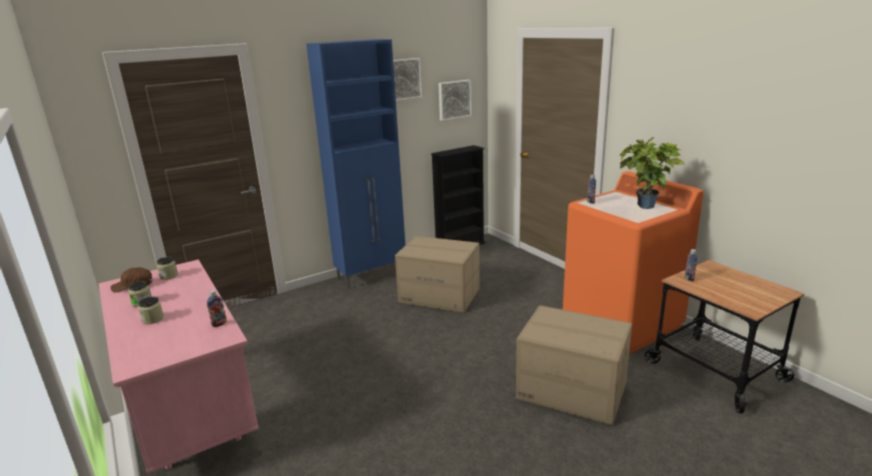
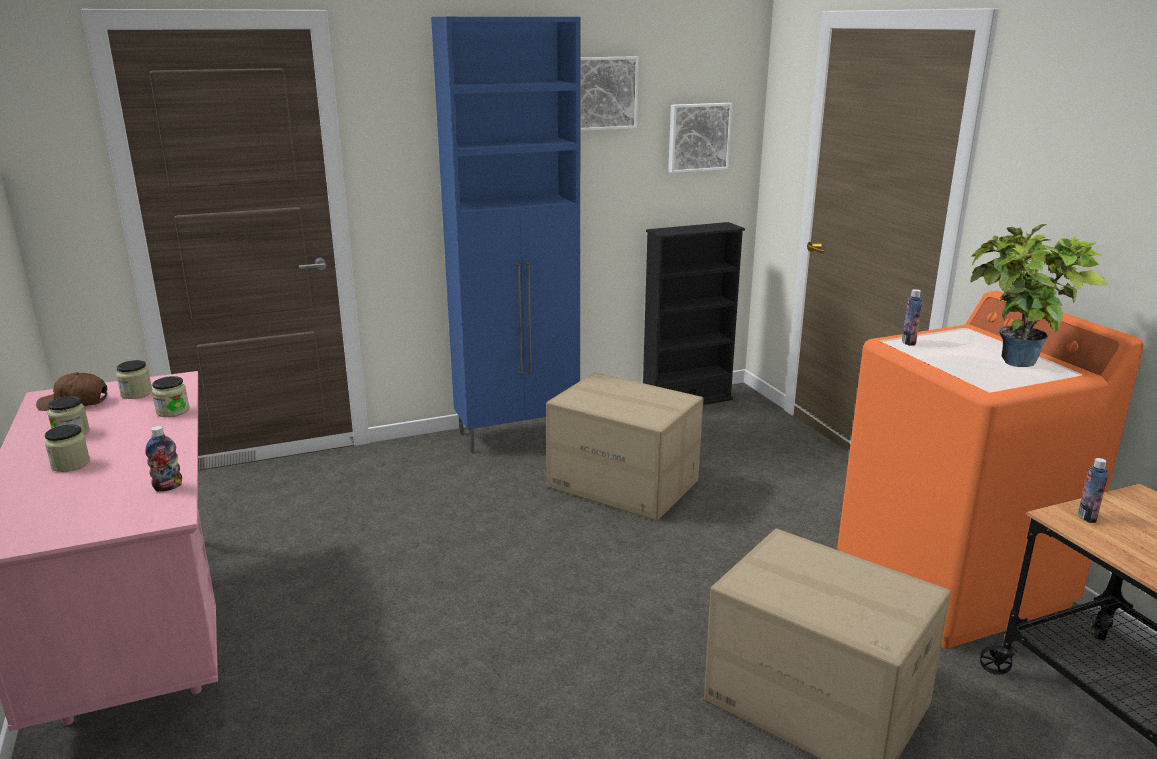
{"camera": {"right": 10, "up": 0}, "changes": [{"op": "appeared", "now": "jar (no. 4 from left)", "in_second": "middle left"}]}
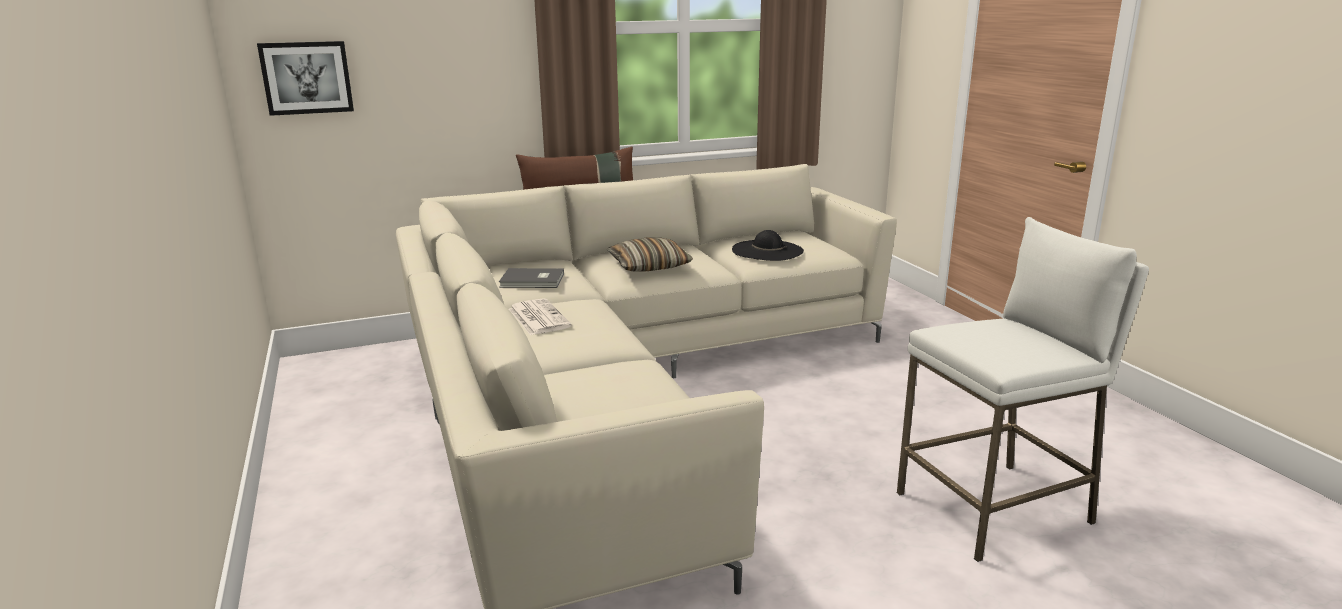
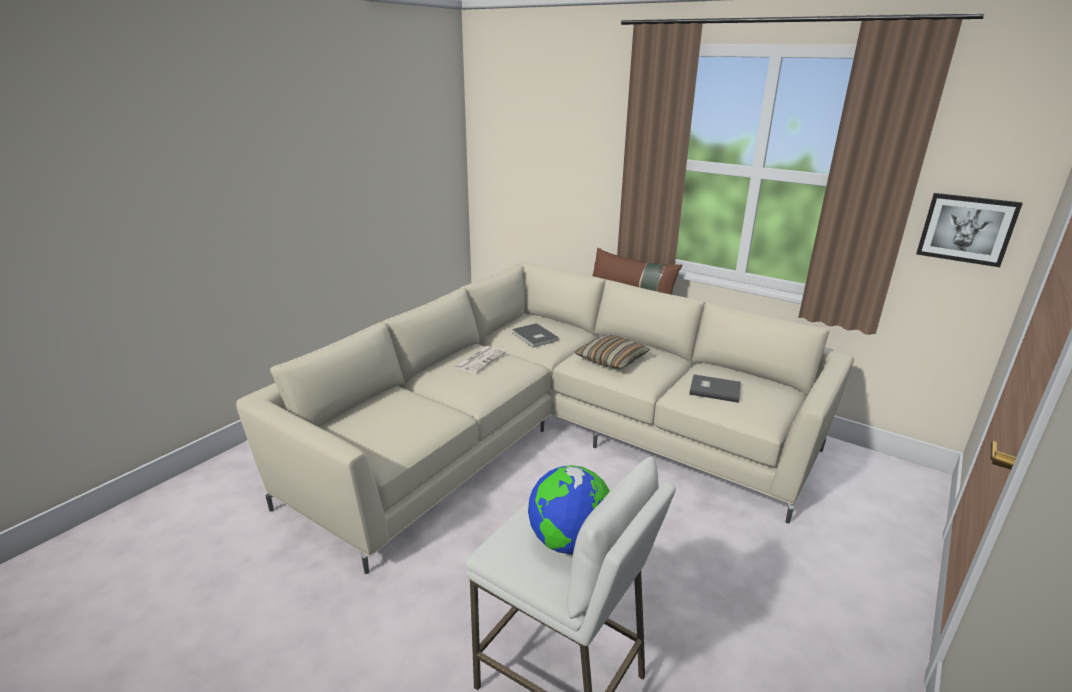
{"camera": {"right": 55, "up": 5}, "changes": [{"op": "relocated", "was": "wall art", "in_first": "top left", "in_second": "top right"}, {"op": "exchanged", "was": "clothing hat (blackish)", "now": "volume (grey) (no. 2 from left)", "in_first": "centre", "in_second": "middle right"}, {"op": "appeared", "now": "world globe", "in_second": "bottom centre"}]}
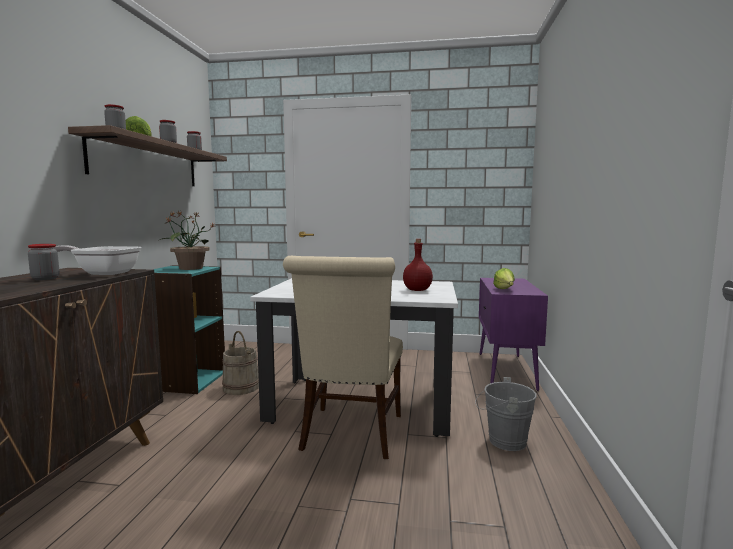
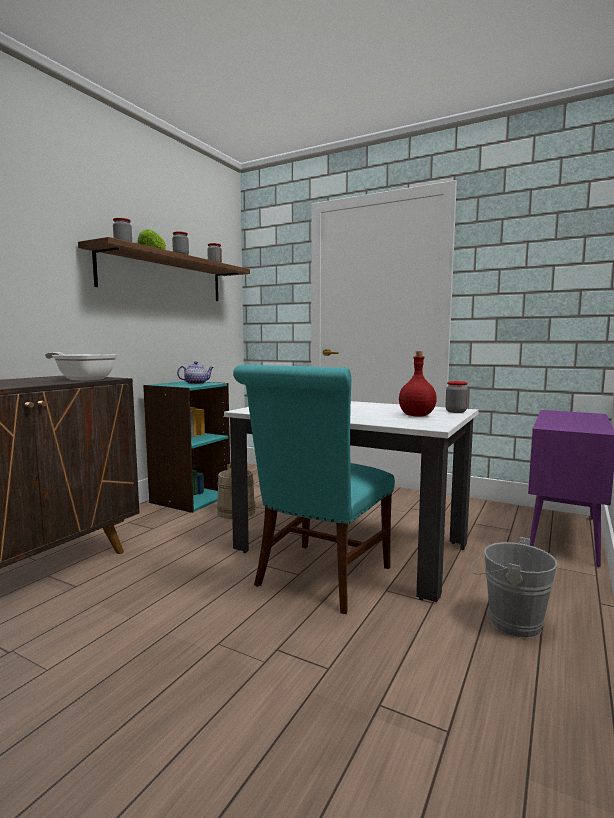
{"camera": {"right": 20, "up": 0}, "changes": [{"op": "relocated", "was": "jar (no. 1 from left in the first image)", "now": "jar (no. 4 from left)", "in_first": "middle left", "in_second": "middle right"}, {"op": "exchanged", "was": "plant in a pot", "now": "tea pot", "in_first": "middle left", "in_second": "middle left"}, {"op": "colour", "was": "upright chair (beige-coloured)", "now": "upright chair (blue-green)", "in_first": "centre", "in_second": "centre"}, {"op": "missing", "was": "lettuce (no. 2 from left)", "in_first": "middle right"}]}
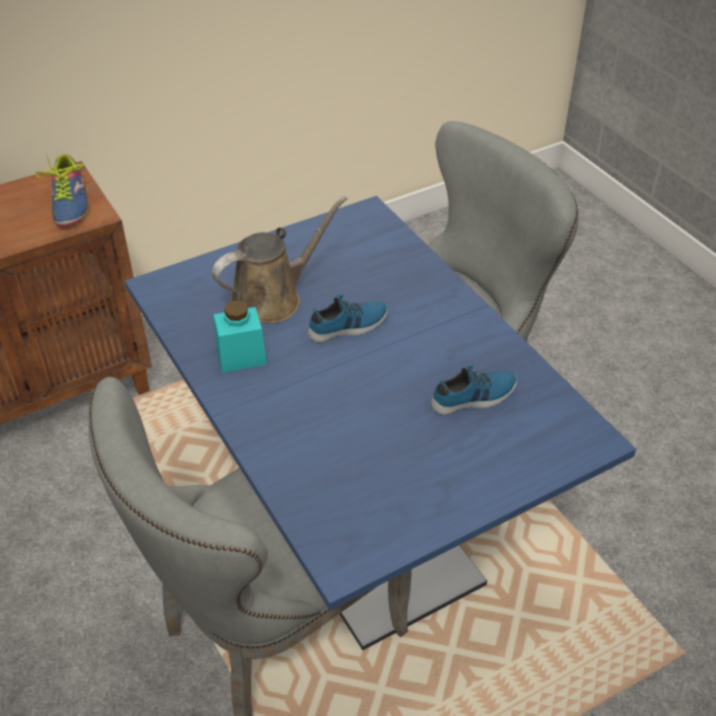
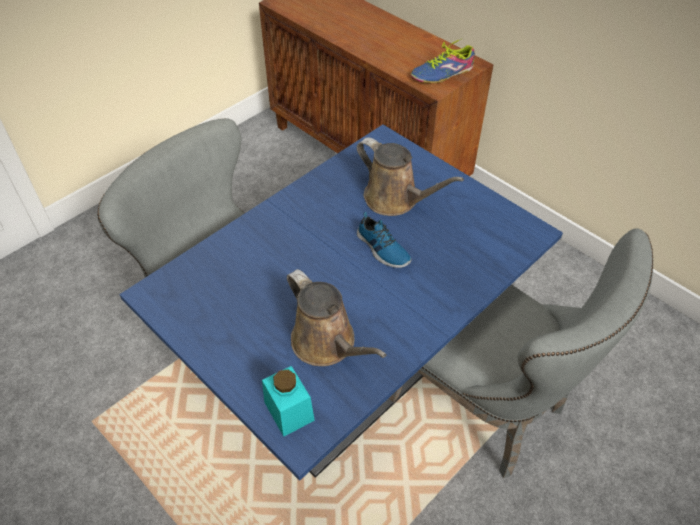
{"camera": {"right": 75, "up": 5}, "changes": [{"op": "relocated", "was": "jar (blue-green)", "in_first": "centre", "in_second": "bottom centre"}, {"op": "exchanged", "was": "low shoe (no. 3 from left)", "now": "watering can (brown-coloured) (no. 1 from left)", "in_first": "centre", "in_second": "centre"}]}
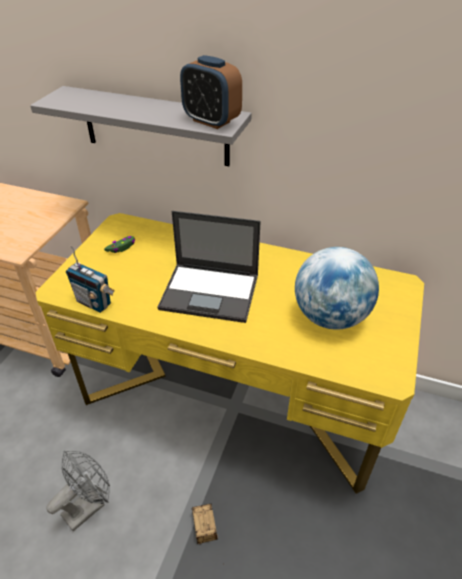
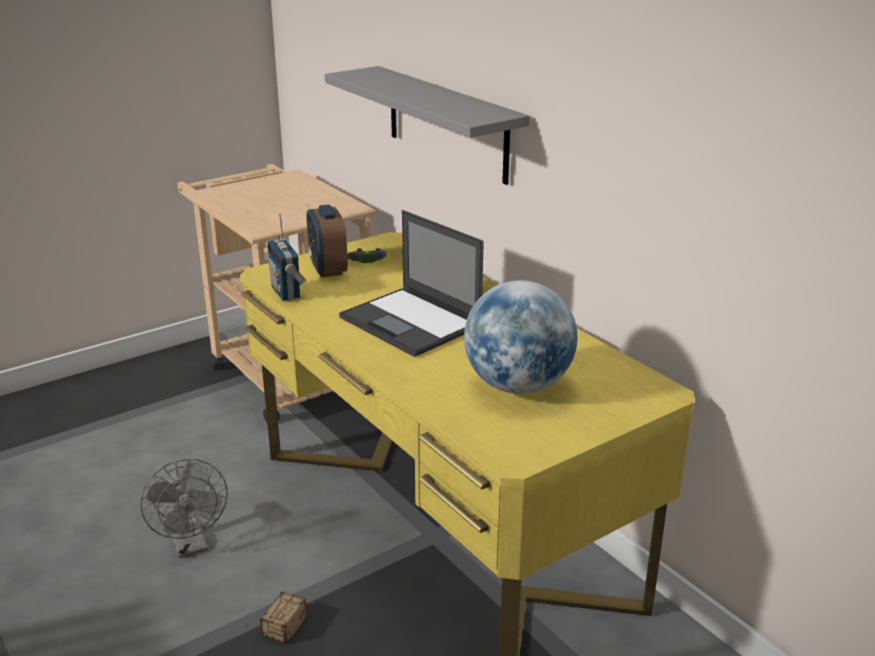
{"camera": {"right": 35, "up": -15}, "changes": [{"op": "spun", "was": "cooling fan (grey)", "in_first": "bottom left", "in_second": "bottom left", "clockwise": 75}, {"op": "relocated", "was": "table clock", "in_first": "top centre", "in_second": "centre"}]}
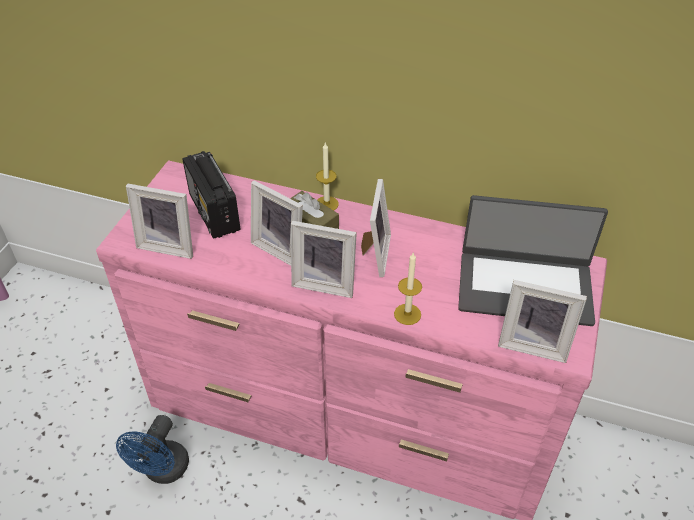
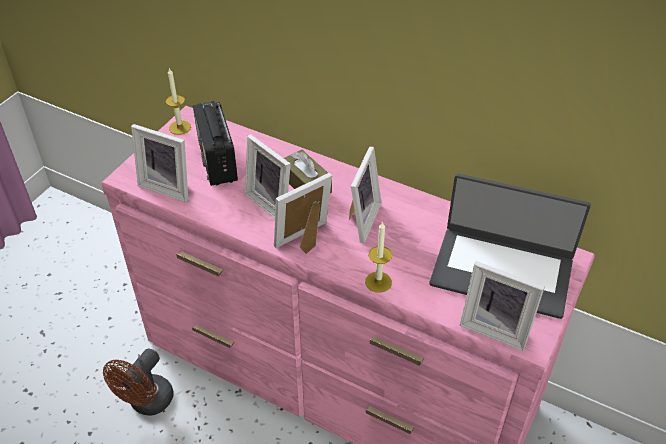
{"camera": {"right": 10, "up": 0}, "changes": [{"op": "colour", "was": "cooling fan (blue)", "now": "cooling fan (brown-coloured)", "in_first": "bottom left", "in_second": "bottom left"}, {"op": "spun", "was": "picture frame (no. 3 from left)", "in_first": "centre", "in_second": "centre", "clockwise": 120}, {"op": "relocated", "was": "wax light (no. 1 from left)", "in_first": "centre", "in_second": "top left"}]}
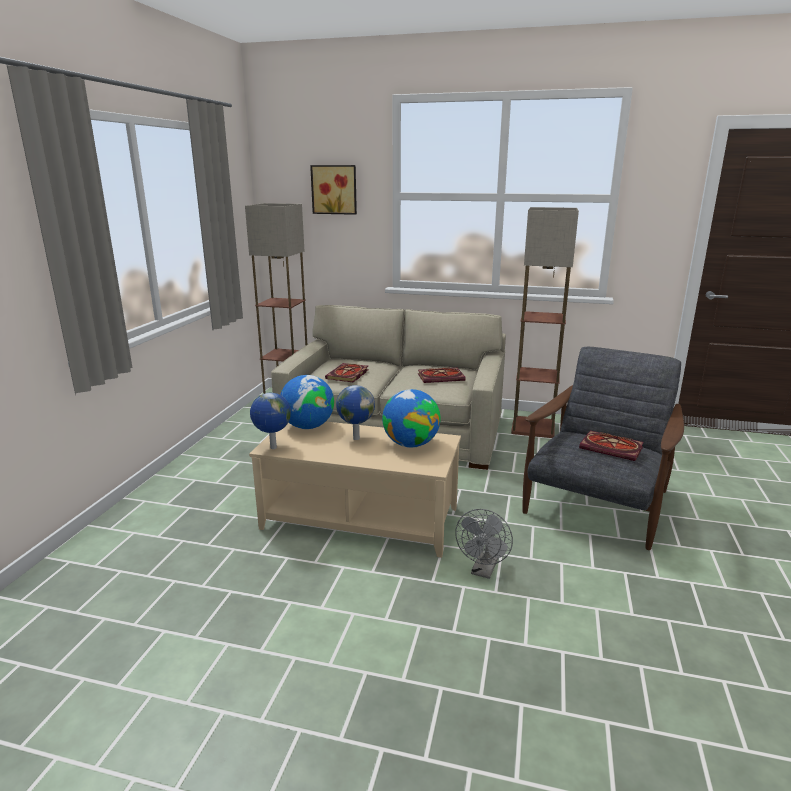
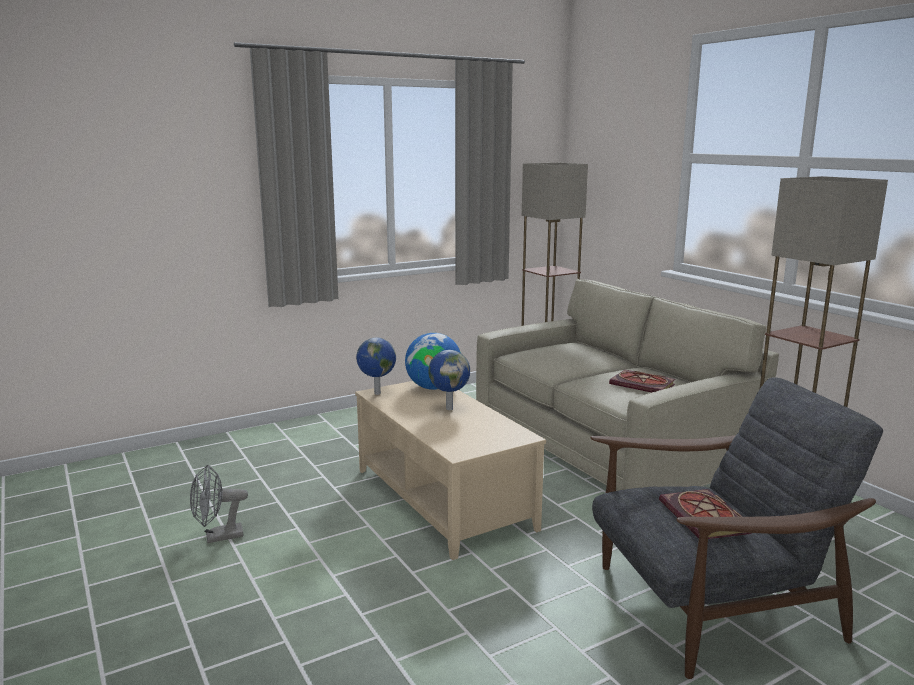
{"camera": {"right": 45, "up": -5}, "changes": [{"op": "missing", "was": "wall art", "in_first": "top centre"}, {"op": "missing", "was": "volume (no. 1 from left)", "in_first": "centre"}, {"op": "missing", "was": "world globe (no. 4 from left)", "in_first": "centre"}, {"op": "relocated", "was": "cooling fan (grey)", "in_first": "bottom centre", "in_second": "bottom left"}]}
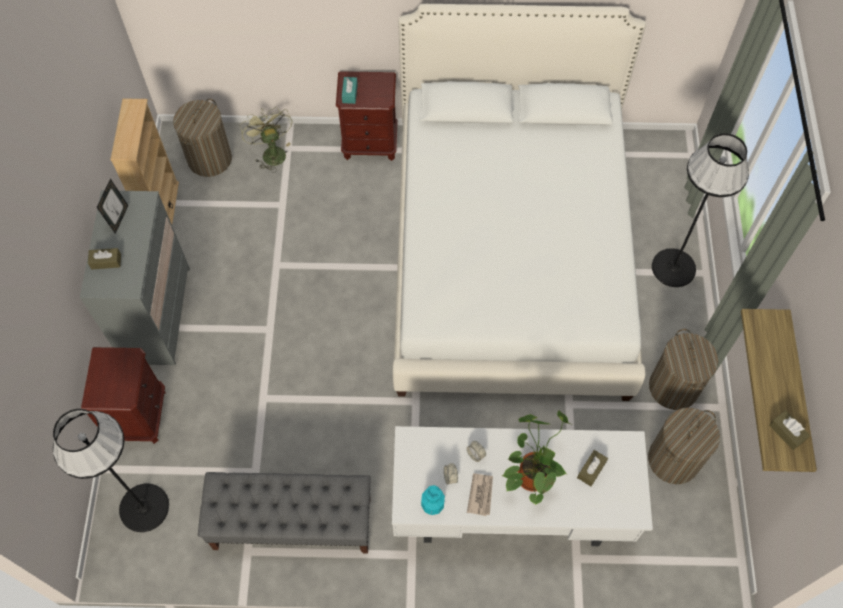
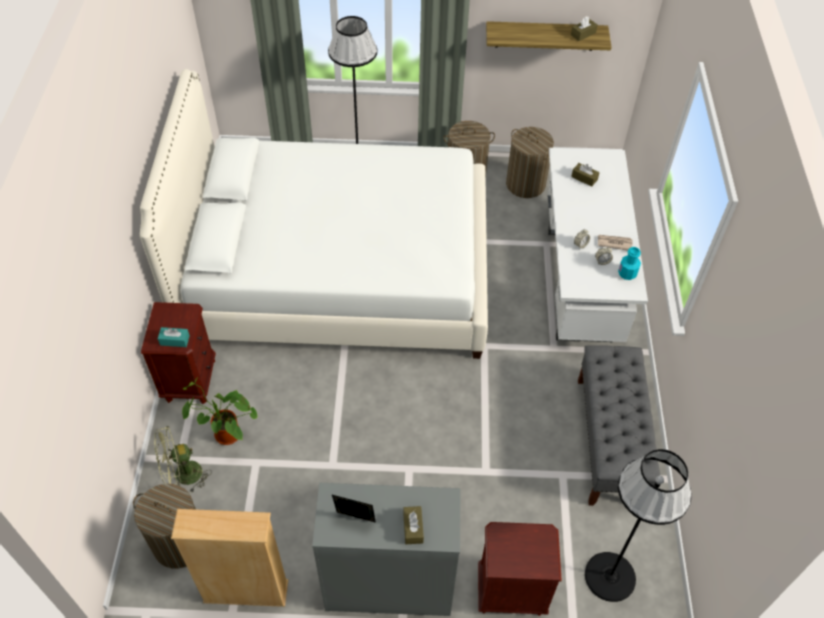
{"camera": {"right": -90, "up": -10}, "changes": [{"op": "relocated", "was": "plant in a pot", "in_first": "bottom centre", "in_second": "middle left"}]}
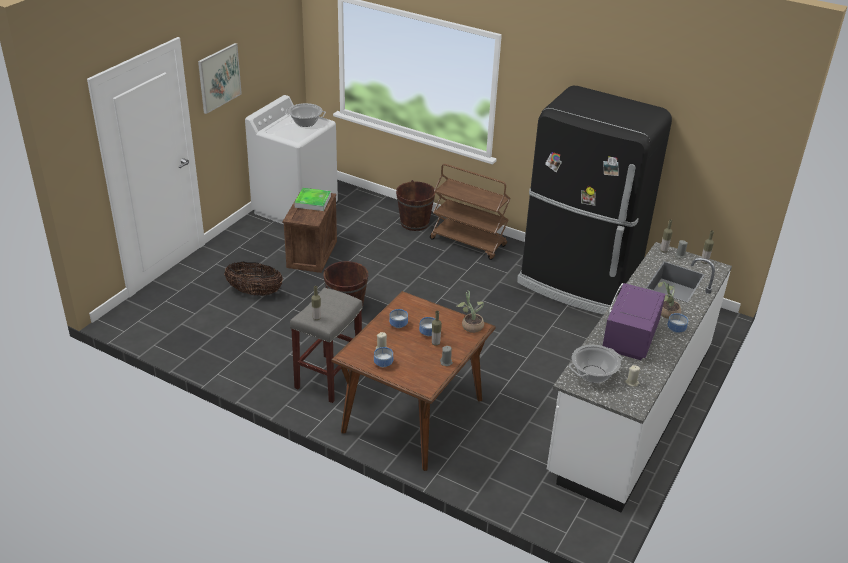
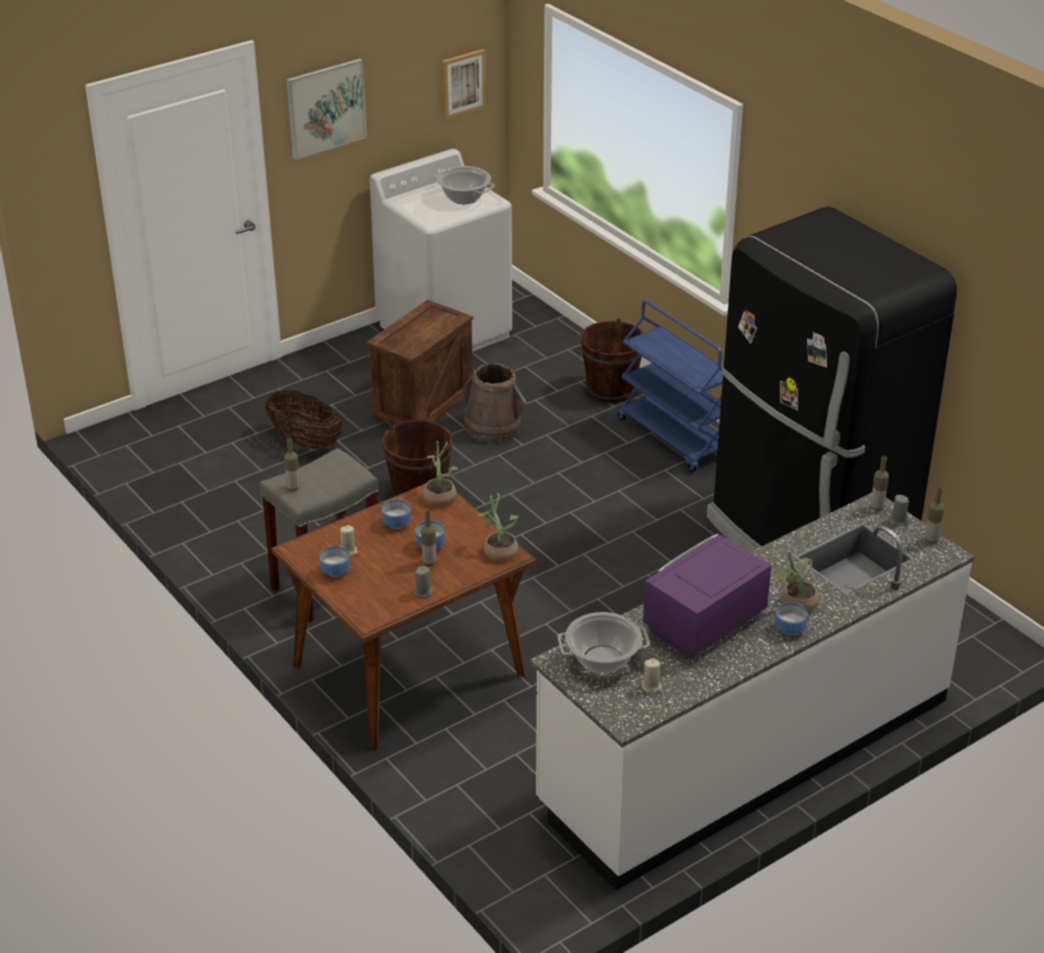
{"camera": {"right": 25, "up": 0}, "changes": [{"op": "missing", "was": "carrying tray", "in_first": "centre"}, {"op": "colour", "was": "trolley (brown-coloured)", "now": "trolley (blue)", "in_first": "centre", "in_second": "centre"}, {"op": "appeared", "now": "plant in a pot (no. 1 from left)", "in_second": "centre"}, {"op": "appeared", "now": "wall art (no. 2 from left)", "in_second": "top centre"}, {"op": "appeared", "now": "water bucket (brown-coloured) (no. 2 from left)", "in_second": "centre"}]}
